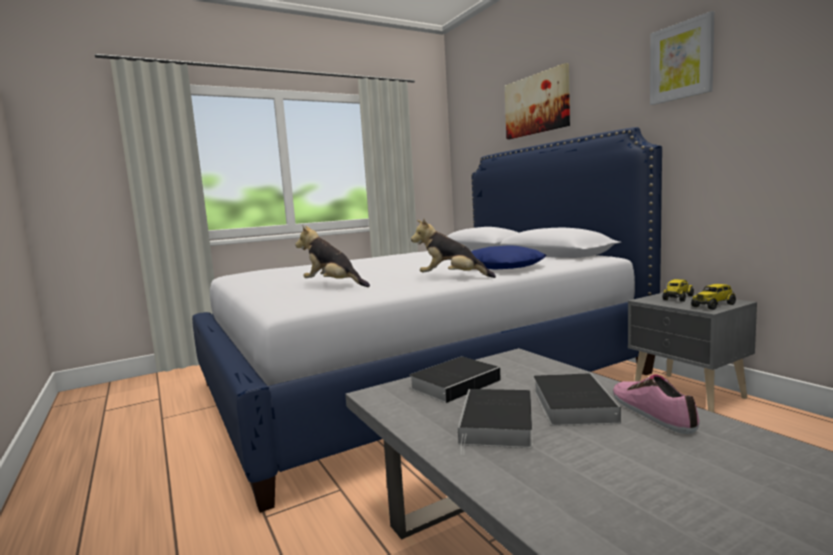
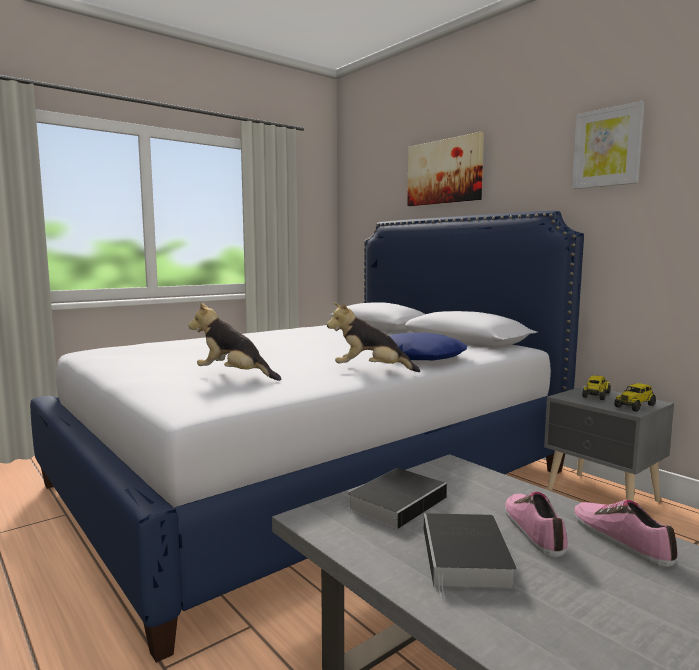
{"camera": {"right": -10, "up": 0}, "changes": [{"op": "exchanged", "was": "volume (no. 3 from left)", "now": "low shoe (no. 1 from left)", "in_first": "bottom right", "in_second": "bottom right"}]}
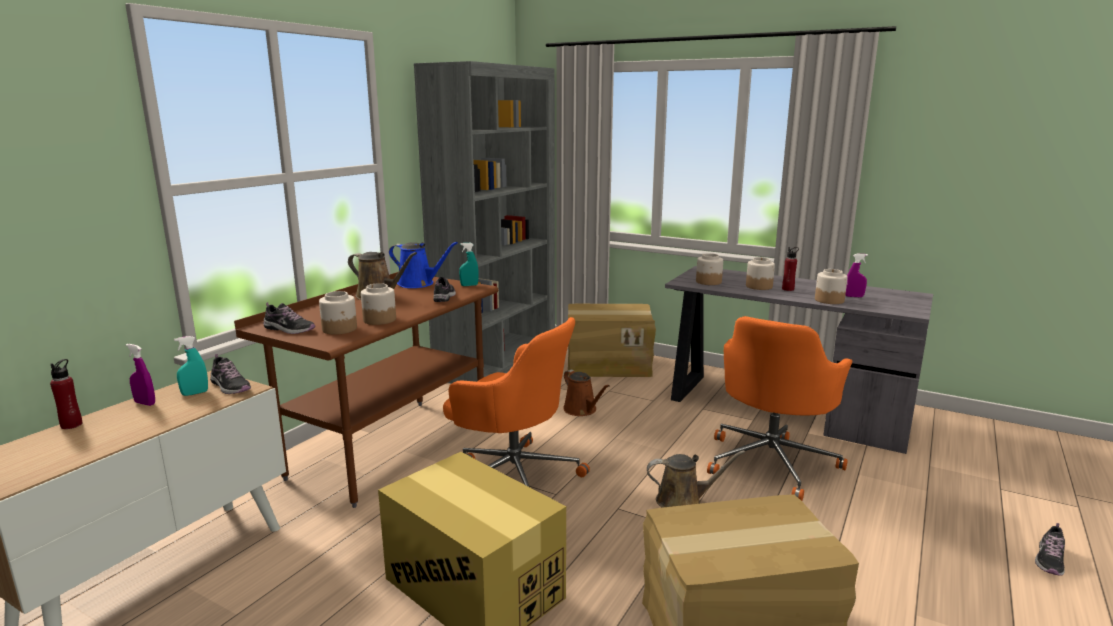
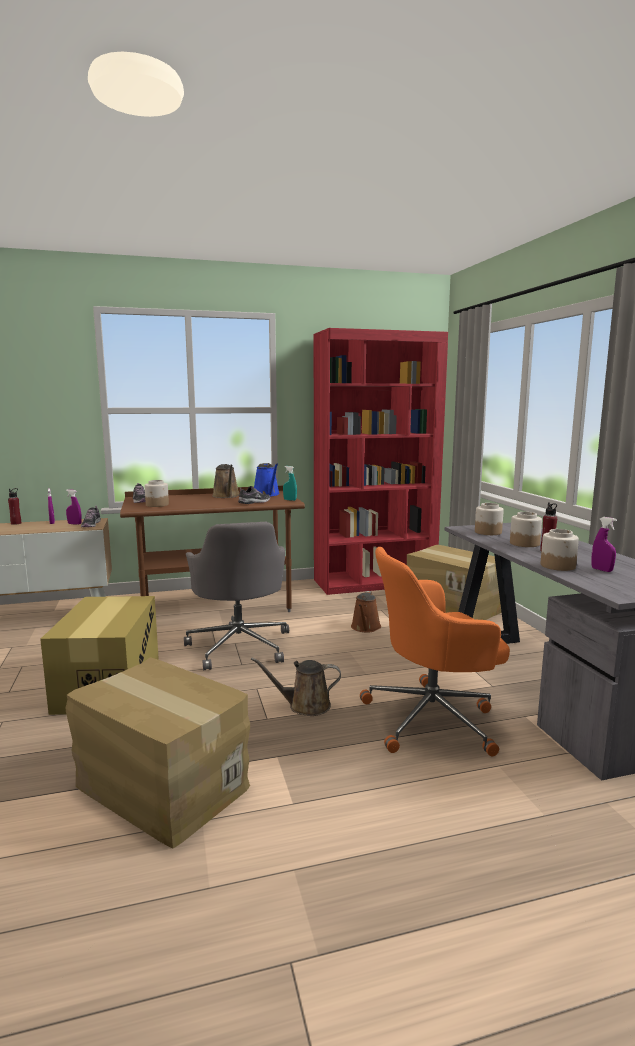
{"camera": {"right": 45, "up": -5}, "changes": [{"op": "colour", "was": "sprayer (blue-green) (no. 1 from left)", "now": "sprayer (purple-coloured) (no. 2 from left)", "in_first": "middle left", "in_second": "middle left"}, {"op": "missing", "was": "jar (no. 2 from left)", "in_first": "centre"}, {"op": "colour", "was": "bookshelf (grey)", "now": "bookshelf (red)", "in_first": "centre", "in_second": "centre"}, {"op": "colour", "was": "computer chair (orange-coloured) (no. 1 from left)", "now": "computer chair (grey)", "in_first": "centre", "in_second": "centre"}, {"op": "spun", "was": "watering can (brown-coloured) (no. 3 from left in the first image)", "in_first": "bottom centre", "in_second": "centre", "clockwise": 135}, {"op": "missing", "was": "low shoe (no. 4 from left)", "in_first": "bottom right"}]}
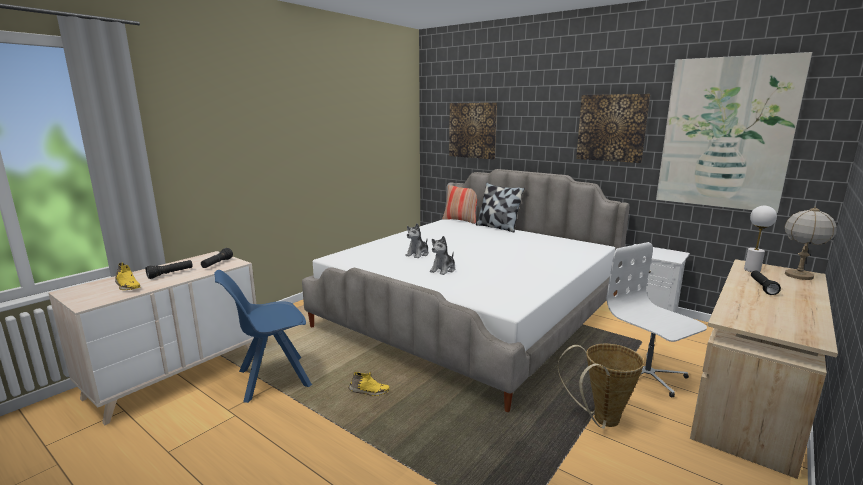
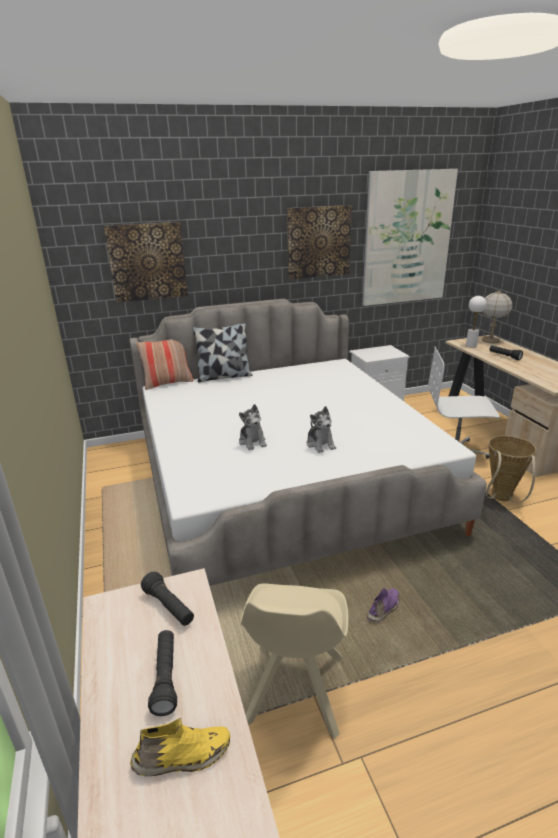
{"camera": {"right": -55, "up": 10}, "changes": [{"op": "colour", "was": "upright chair (blue)", "now": "upright chair (beige-coloured)", "in_first": "bottom left", "in_second": "bottom centre"}, {"op": "colour", "was": "low shoe (yellow) (no. 2 from left)", "now": "low shoe (purple-coloured)", "in_first": "bottom centre", "in_second": "bottom right"}]}
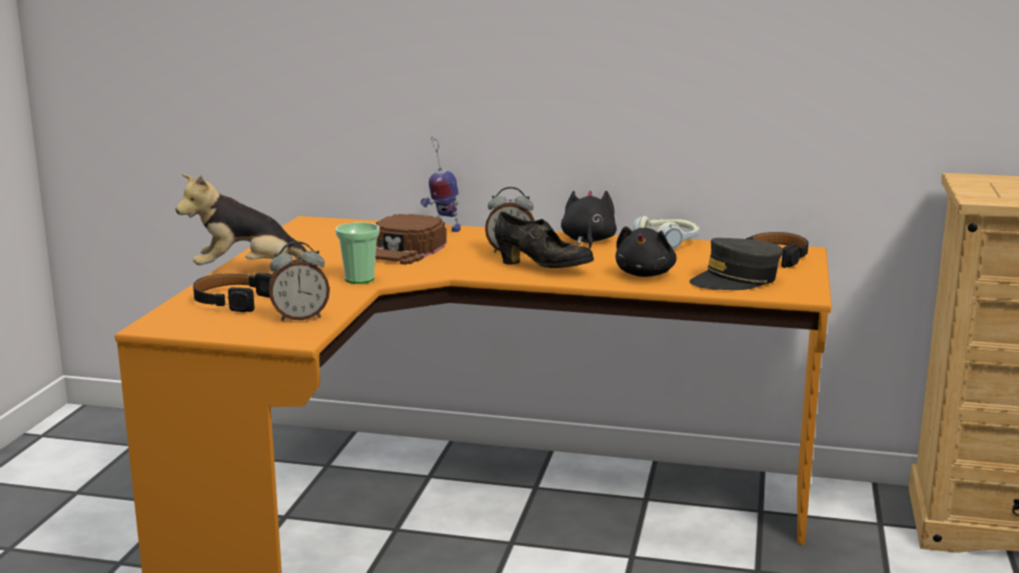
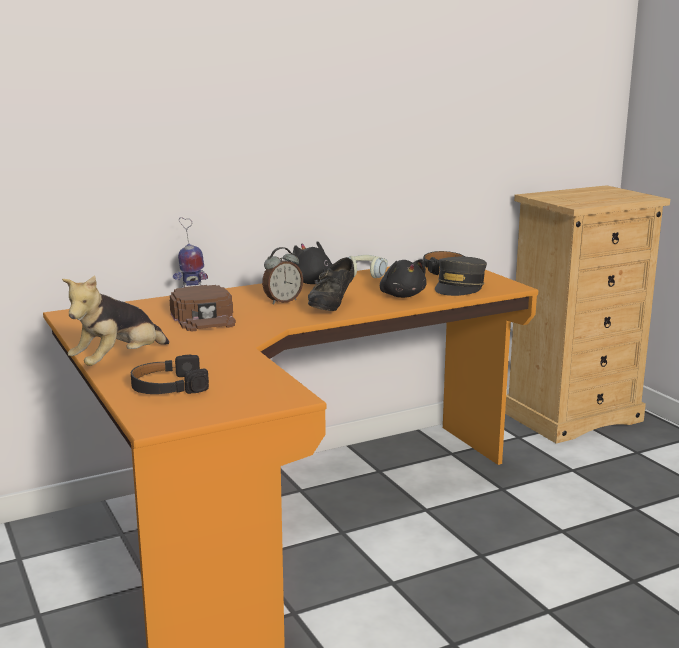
{"camera": {"right": -40, "up": 0}, "changes": [{"op": "missing", "was": "table clock (no. 1 from left)", "in_first": "middle left"}, {"op": "missing", "was": "small cup", "in_first": "centre"}, {"op": "spun", "was": "low shoe (blackish)", "in_first": "centre", "in_second": "centre", "clockwise": 120}]}
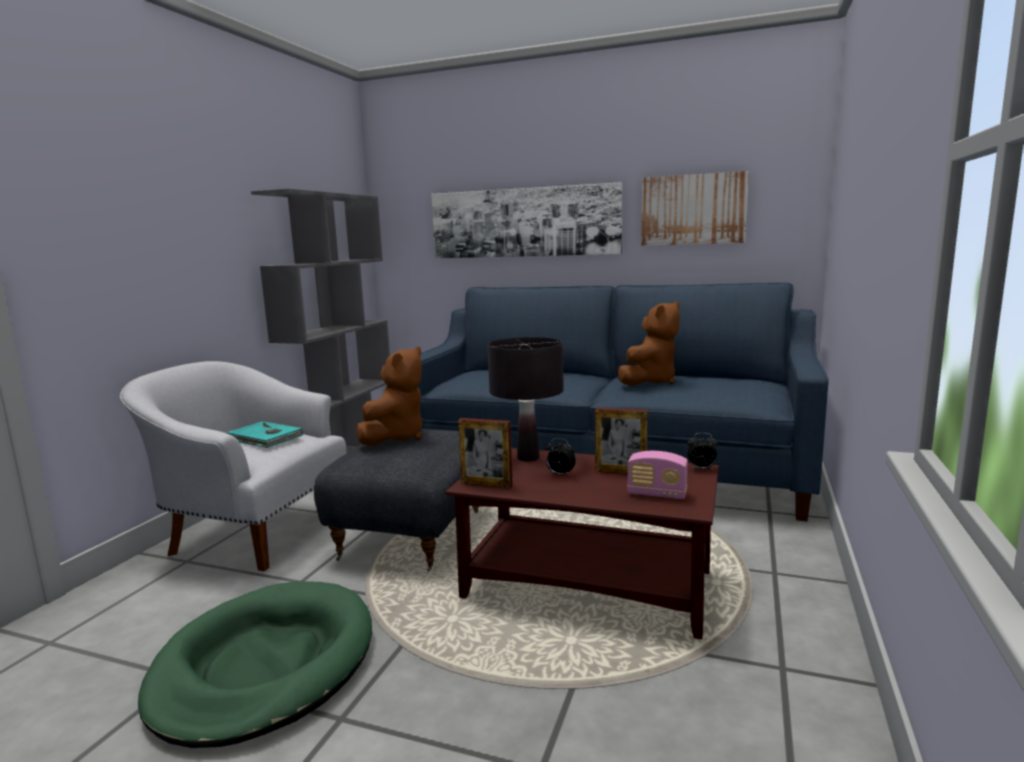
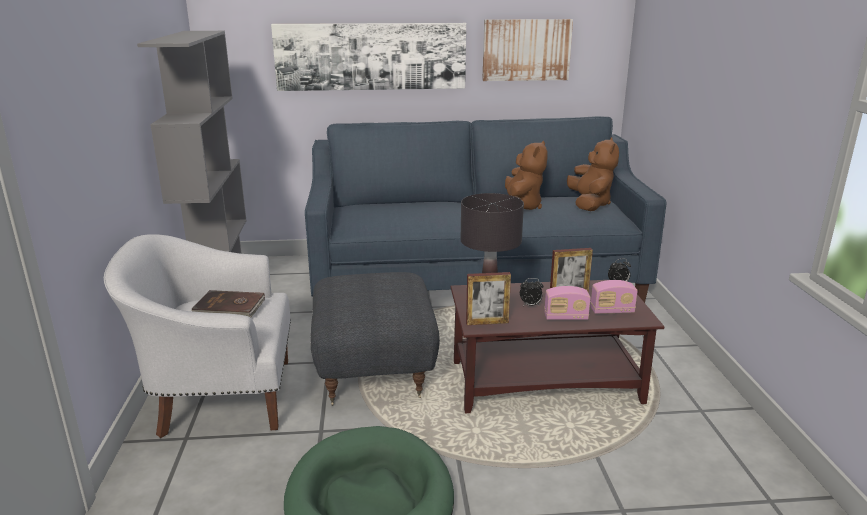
{"camera": {"right": -25, "up": 10}, "changes": [{"op": "colour", "was": "volume (blue-green)", "now": "volume (brown-coloured)", "in_first": "middle left", "in_second": "middle left"}, {"op": "relocated", "was": "soft toy (brown-coloured) (no. 1 from left in the first image)", "now": "soft toy (brown-coloured) (no. 2 from left)", "in_first": "centre", "in_second": "middle right"}, {"op": "appeared", "now": "radio set (no. 1 from left)", "in_second": "centre"}]}
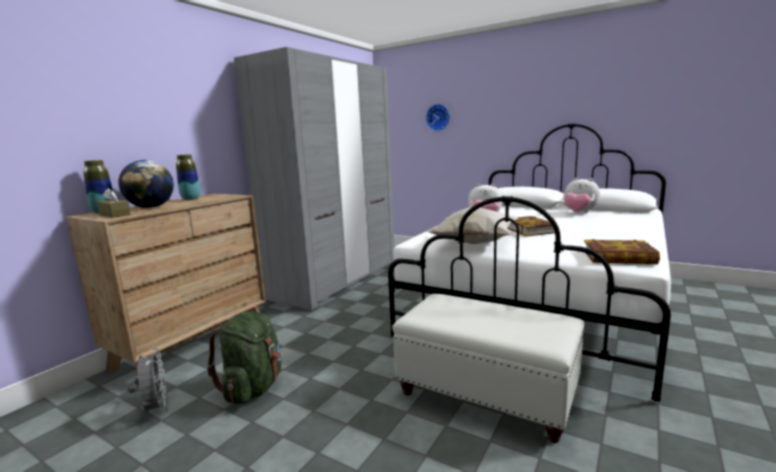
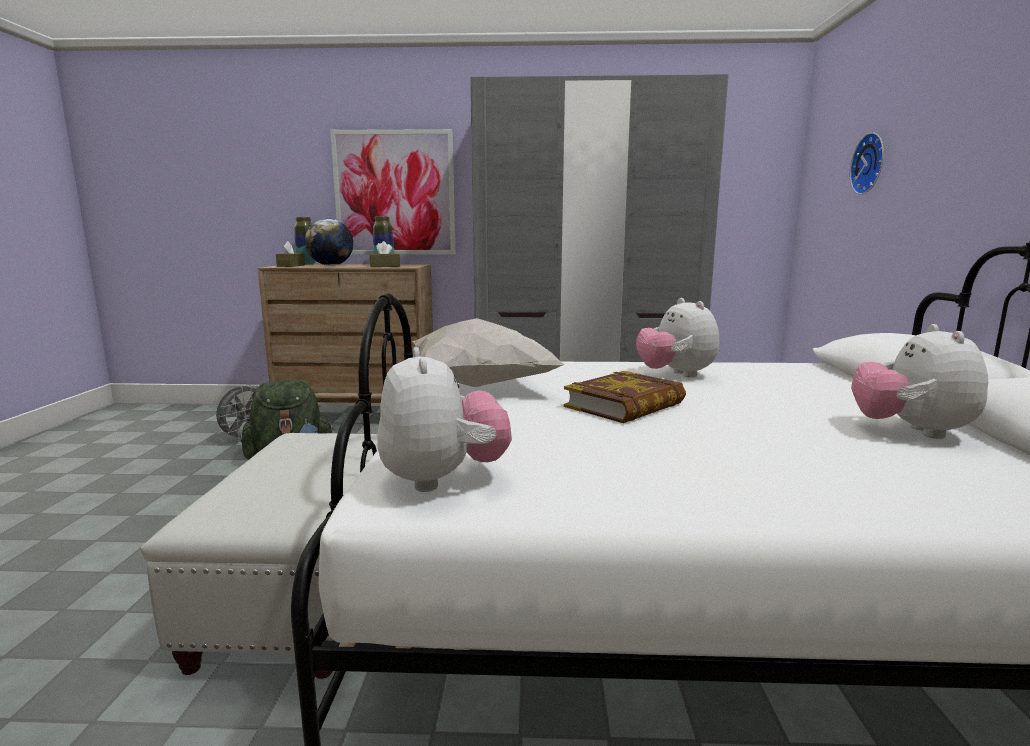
{"camera": {"right": 60, "up": 0}, "changes": [{"op": "exchanged", "was": "volume (no. 2 from left)", "now": "soft toy (no. 1 from left)", "in_first": "middle right", "in_second": "centre"}, {"op": "appeared", "now": "wall art", "in_second": "top centre"}, {"op": "appeared", "now": "box of tissues (brown-coloured) (no. 2 from left)", "in_second": "centre"}]}
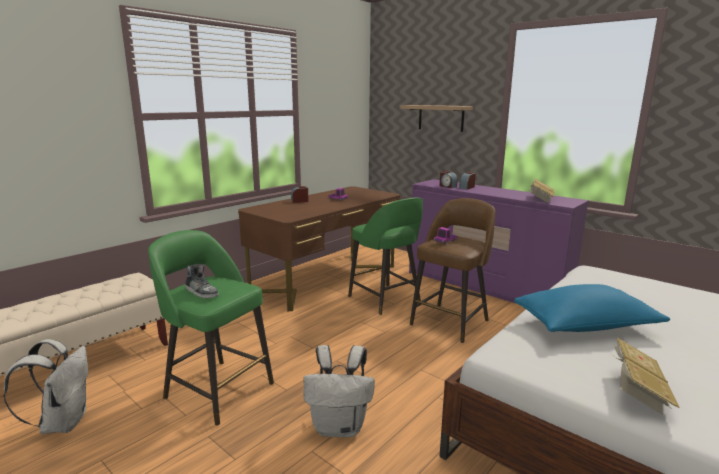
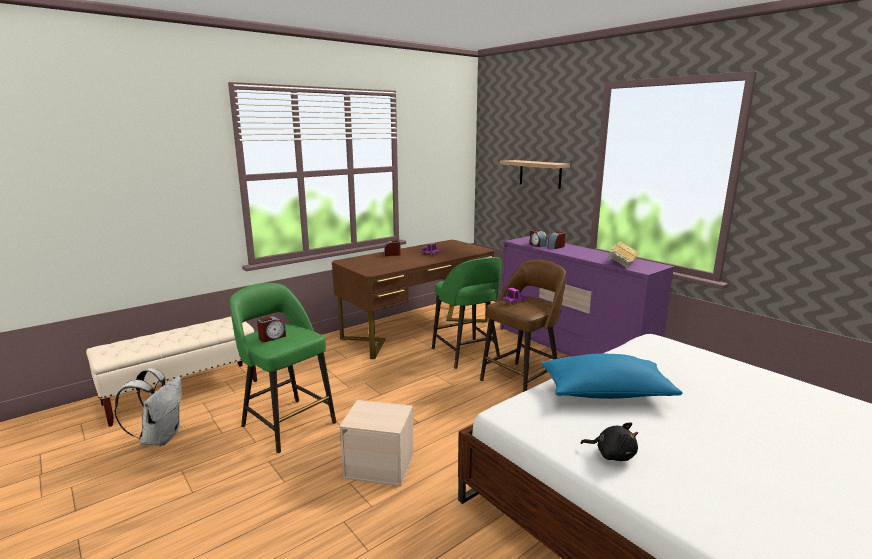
{"camera": {"right": 10, "up": 0}, "changes": [{"op": "exchanged", "was": "low shoe", "now": "table clock (no. 1 from left)", "in_first": "middle left", "in_second": "middle left"}, {"op": "exchanged", "was": "rucksack (whitish) (no. 2 from left)", "now": "storage bin (beige-coloured)", "in_first": "bottom centre", "in_second": "bottom centre"}, {"op": "exchanged", "was": "volume (no. 2 from left)", "now": "soft toy (blackish)", "in_first": "bottom right", "in_second": "bottom right"}]}
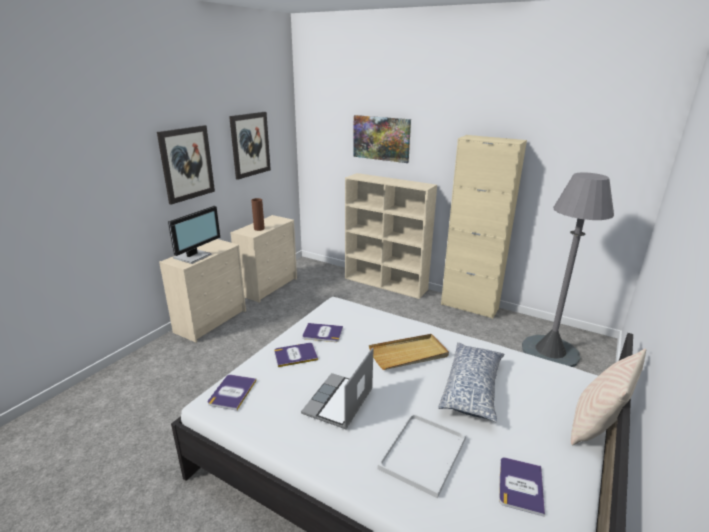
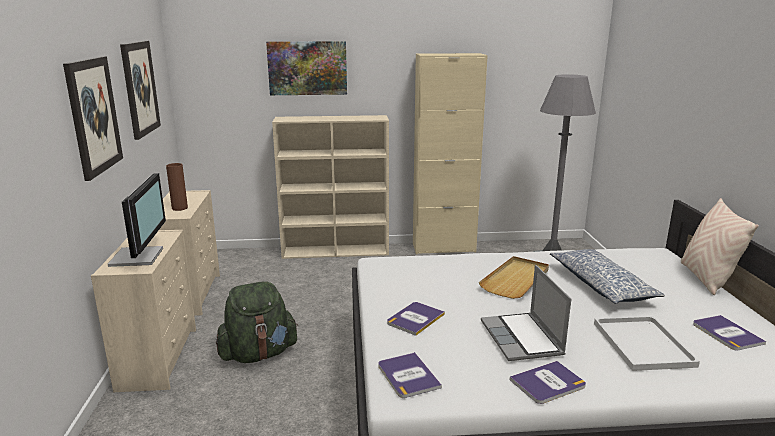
{"camera": {"right": -35, "up": -5}, "changes": [{"op": "relocated", "was": "volume (no. 3 from left)", "in_first": "centre", "in_second": "bottom right"}, {"op": "appeared", "now": "rucksack (greenish)", "in_second": "bottom left"}]}
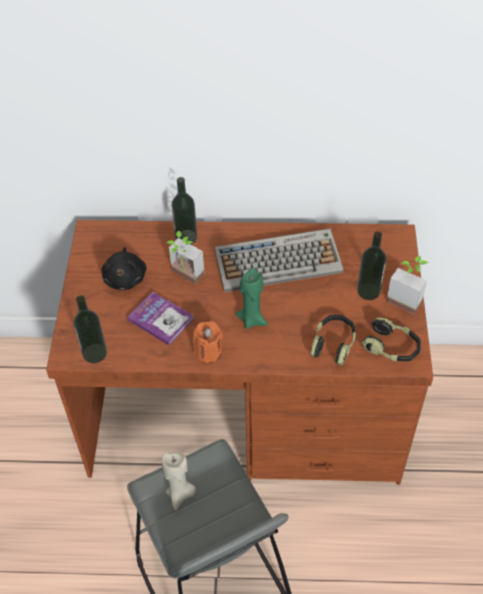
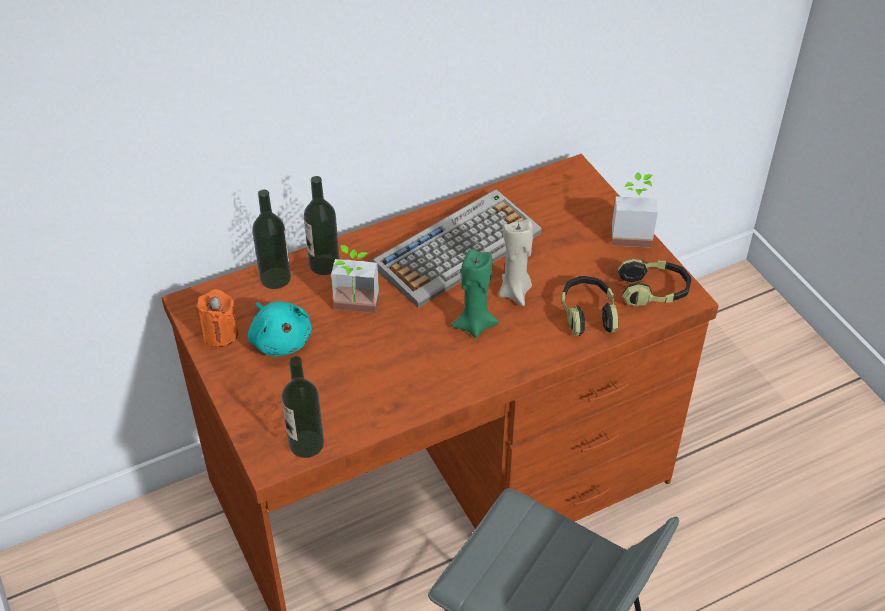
{"camera": {"right": -30, "up": -5}, "changes": [{"op": "colour", "was": "soft toy (blackish)", "now": "soft toy (blue-green)", "in_first": "middle left", "in_second": "middle left"}, {"op": "missing", "was": "volume", "in_first": "middle left"}, {"op": "relocated", "was": "wax light (beige-coloured)", "in_first": "bottom centre", "in_second": "centre"}, {"op": "relocated", "was": "wax light (orange-coloured)", "in_first": "centre", "in_second": "middle left"}, {"op": "relocated", "was": "bottle (no. 3 from left in the first image)", "now": "bottle (no. 1 from left)", "in_first": "middle right", "in_second": "middle left"}]}
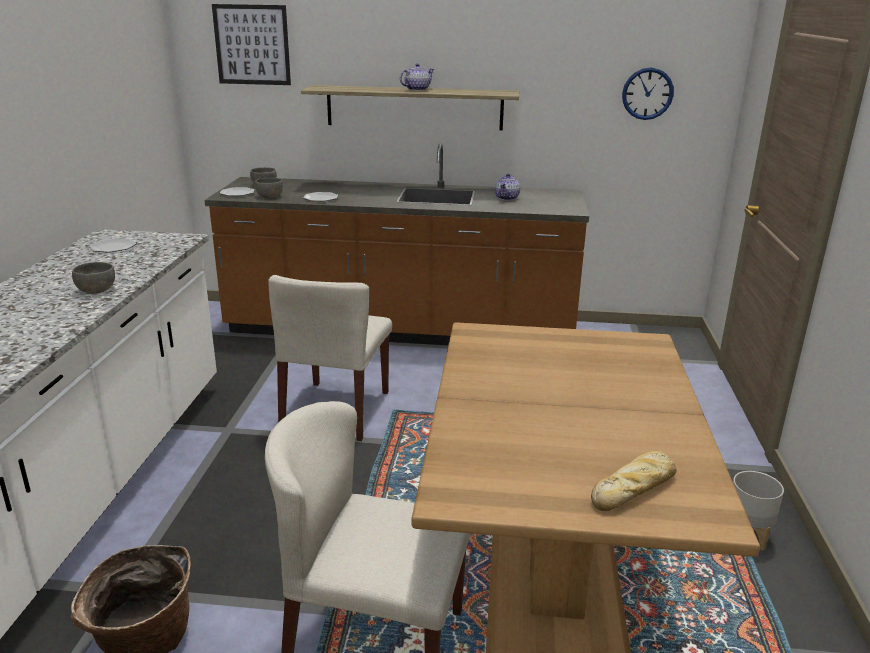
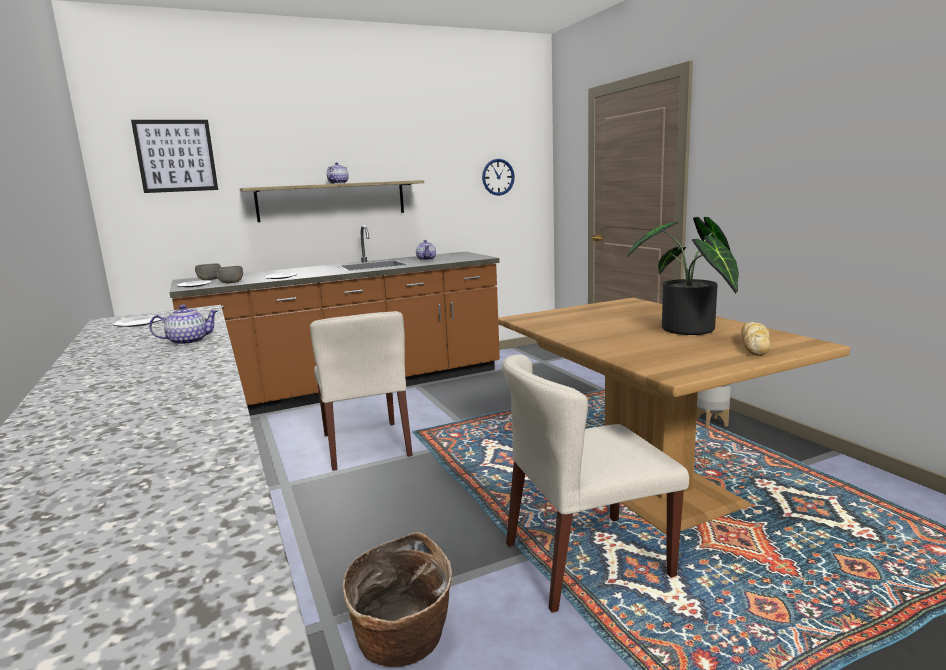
{"camera": {"right": -30, "up": -10}, "changes": [{"op": "exchanged", "was": "deep dish (grey) (no. 1 from left)", "now": "tea pot (no. 1 from left)", "in_first": "middle left", "in_second": "middle left"}, {"op": "appeared", "now": "plant in a pot", "in_second": "middle right"}]}
